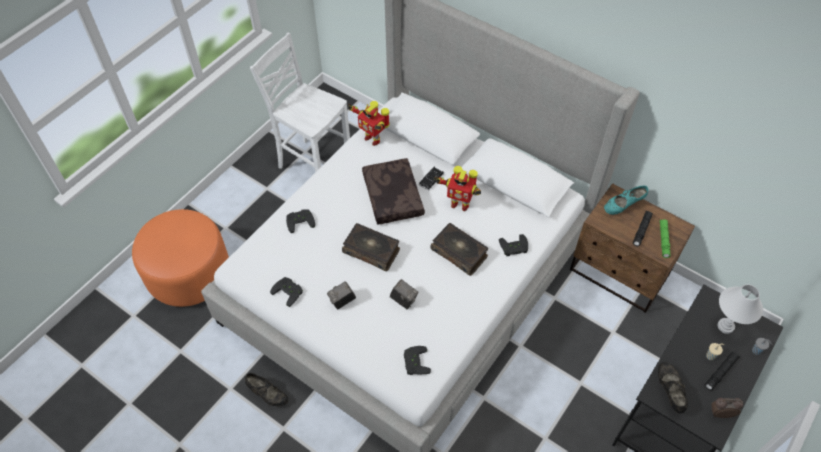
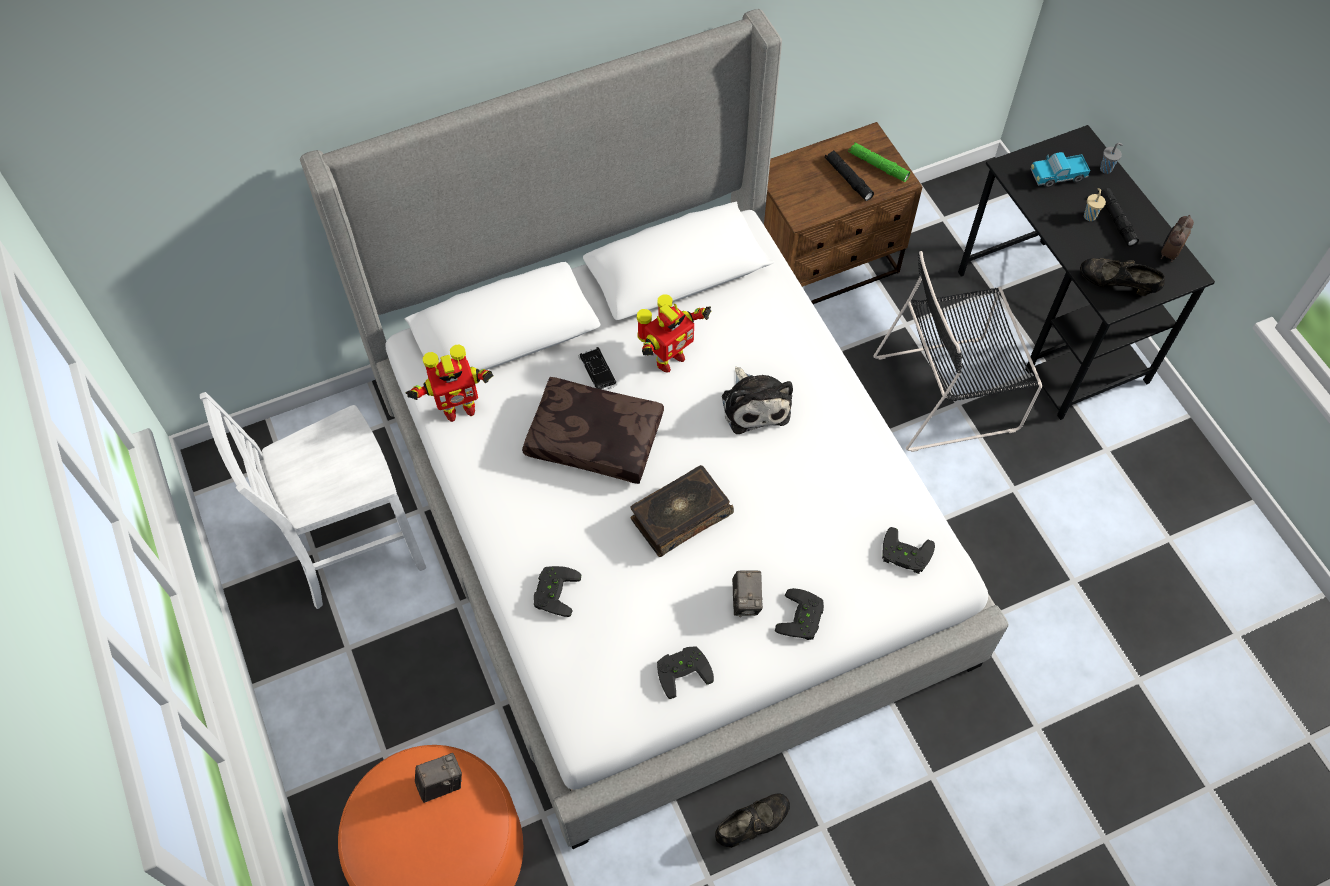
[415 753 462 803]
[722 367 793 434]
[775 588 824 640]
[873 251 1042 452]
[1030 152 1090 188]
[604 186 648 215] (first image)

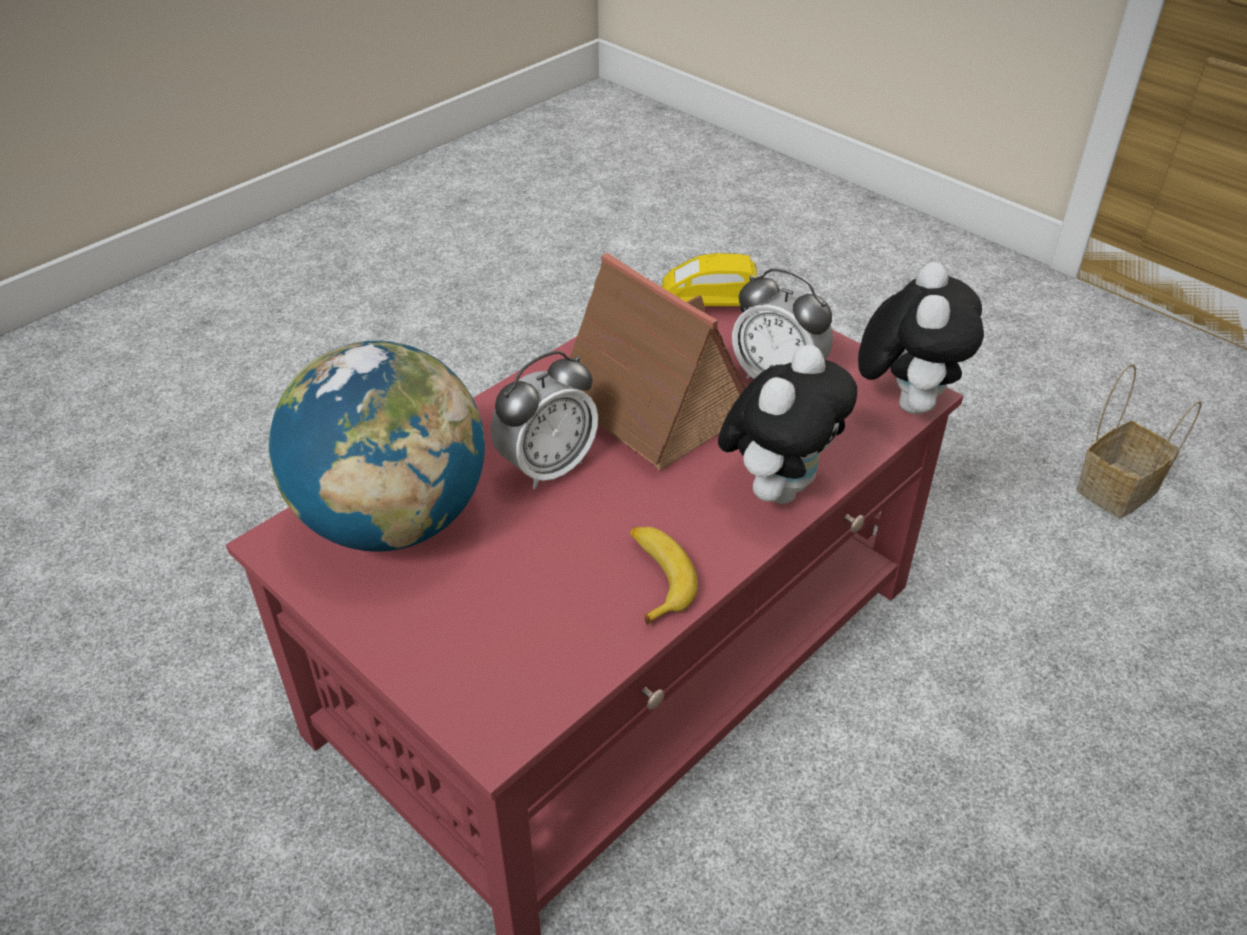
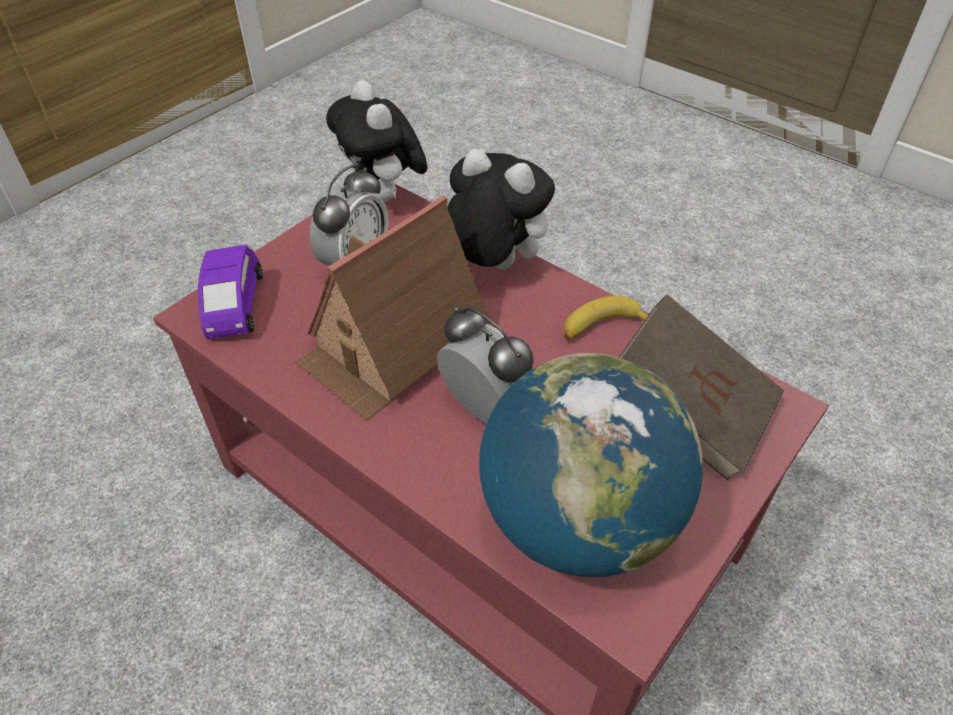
[198 245 263 339]
[326 80 428 203]
[619 295 784 481]
[1076 364 1202 518] (first image)

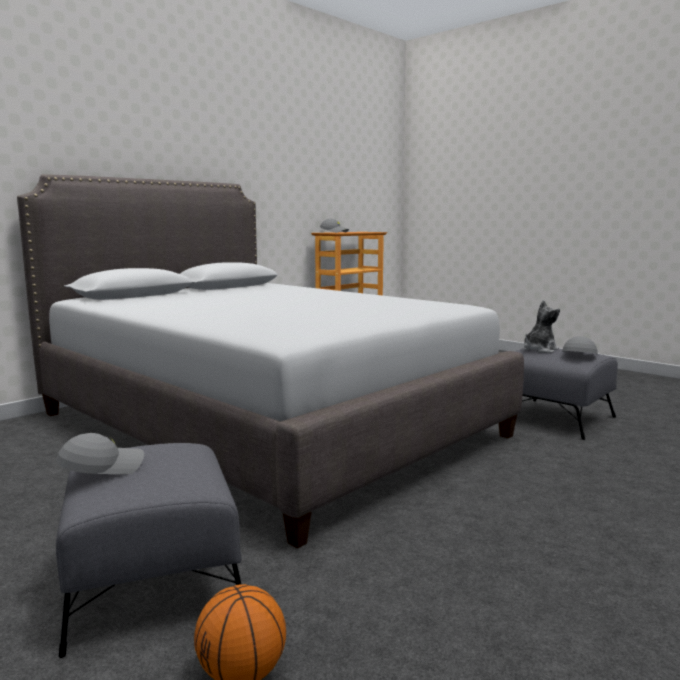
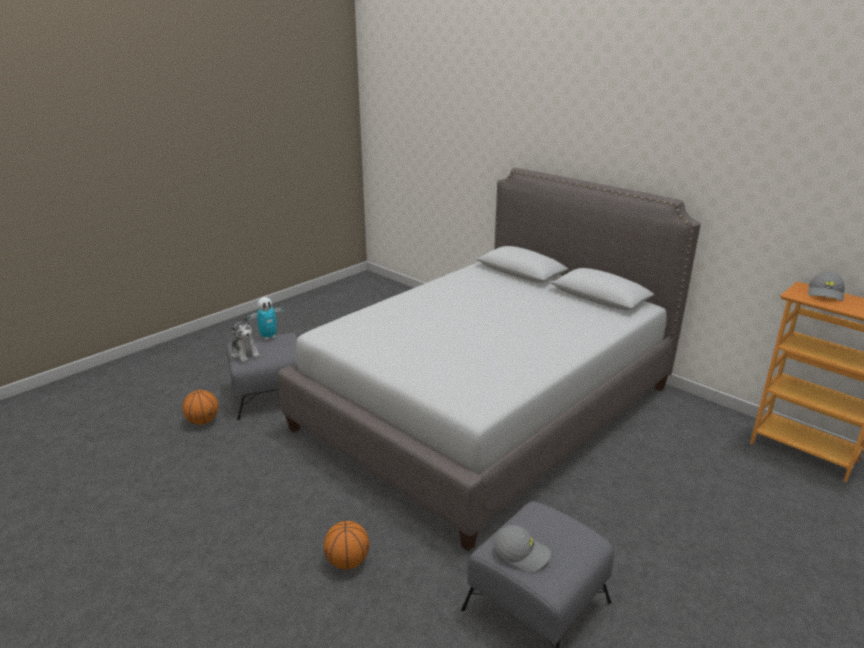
[229 317 260 362]
[248 297 284 340]
[324 521 369 569]

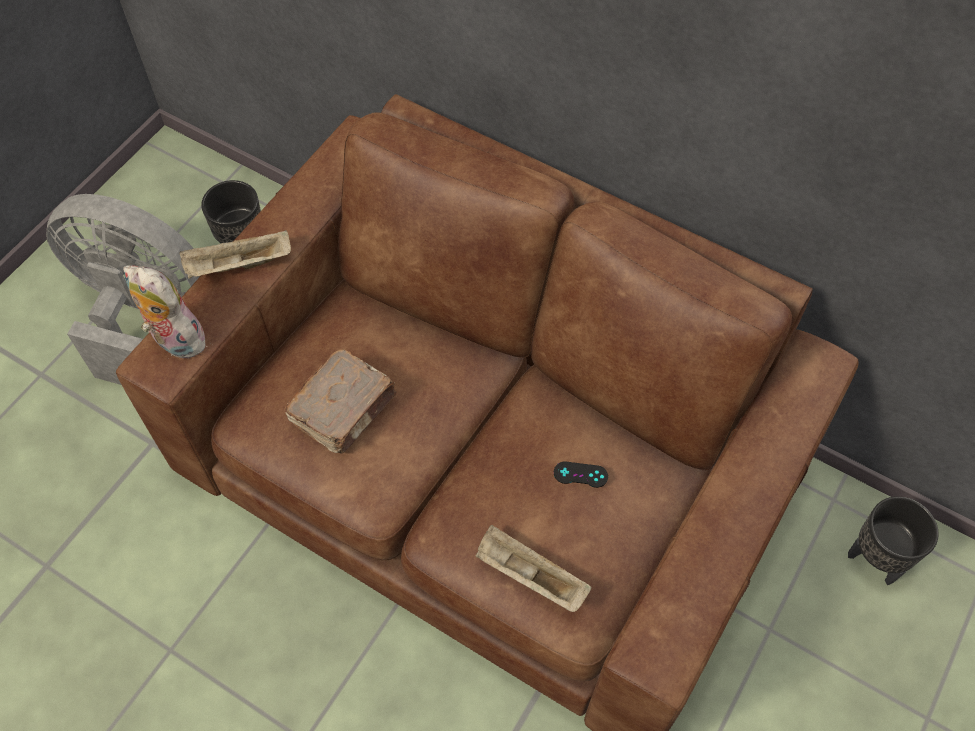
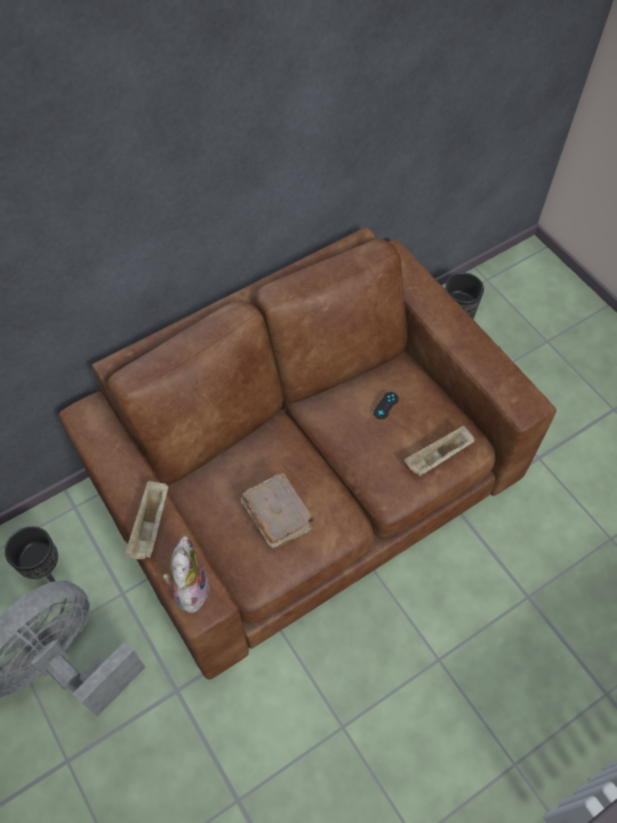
[163 535 209 613]

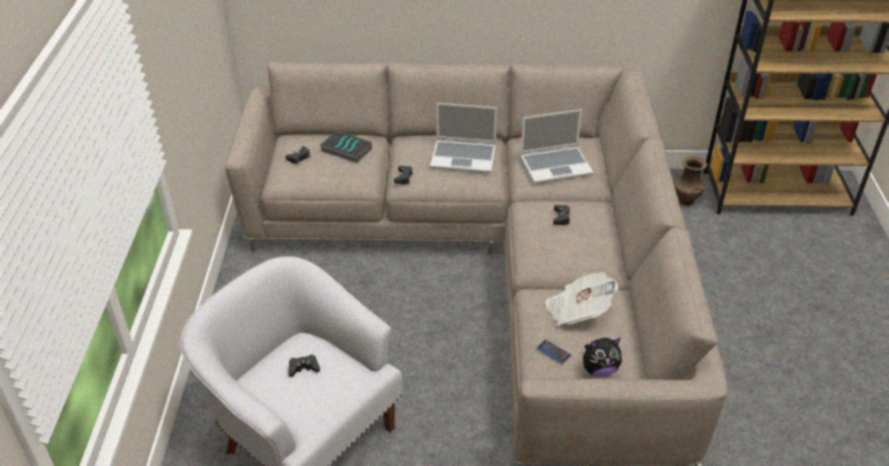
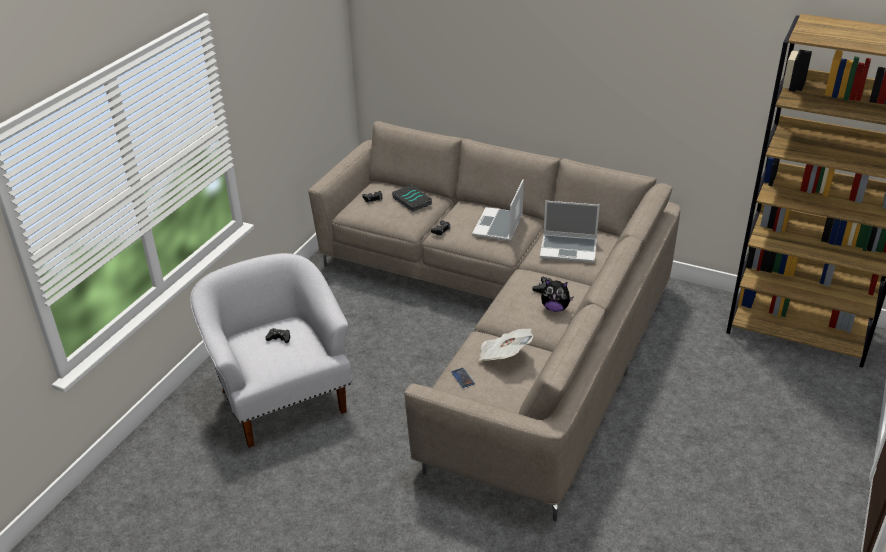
[472 180 524 241]
[541 279 574 312]
[673 156 707 206] (first image)

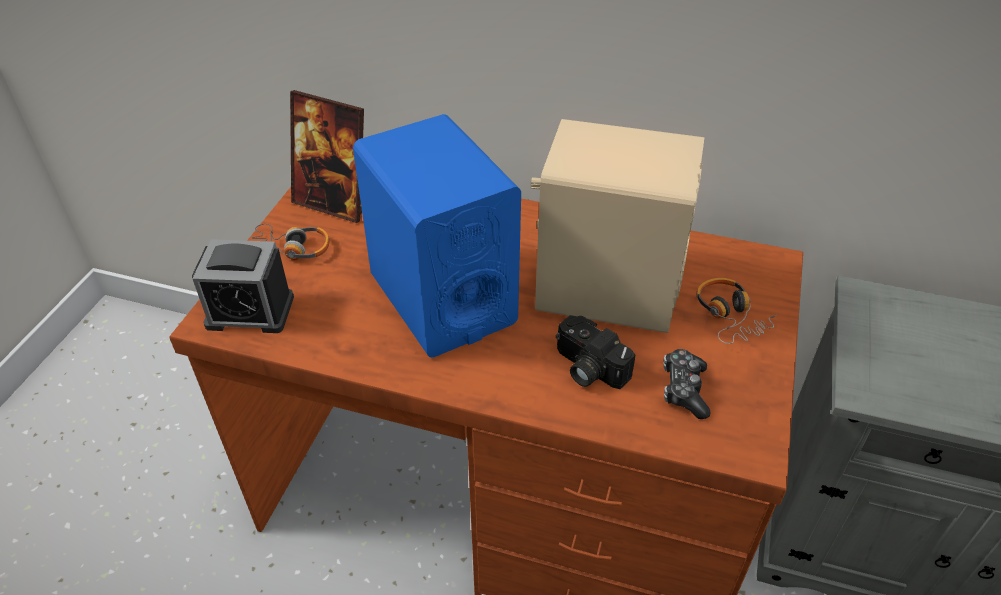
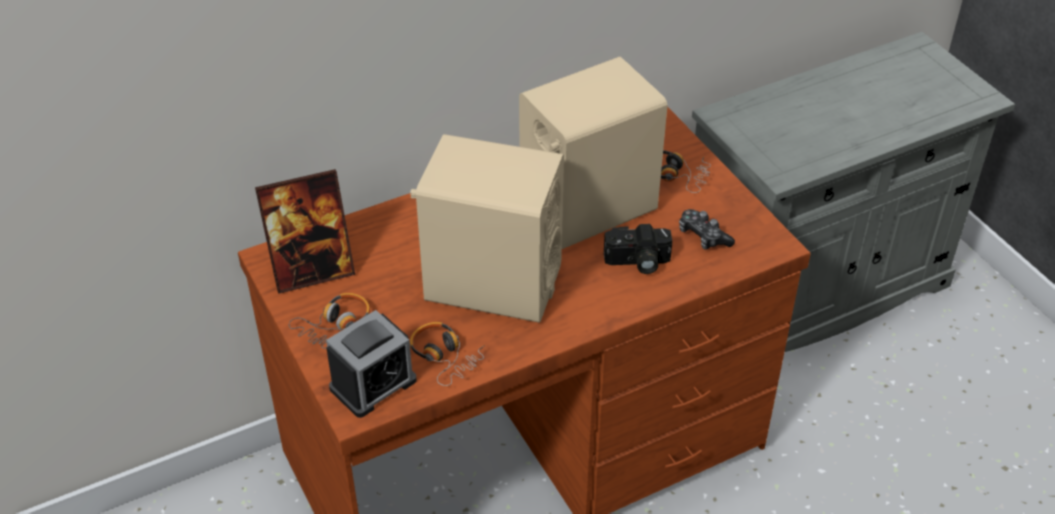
[410 134 564 323]
[410 322 485 386]

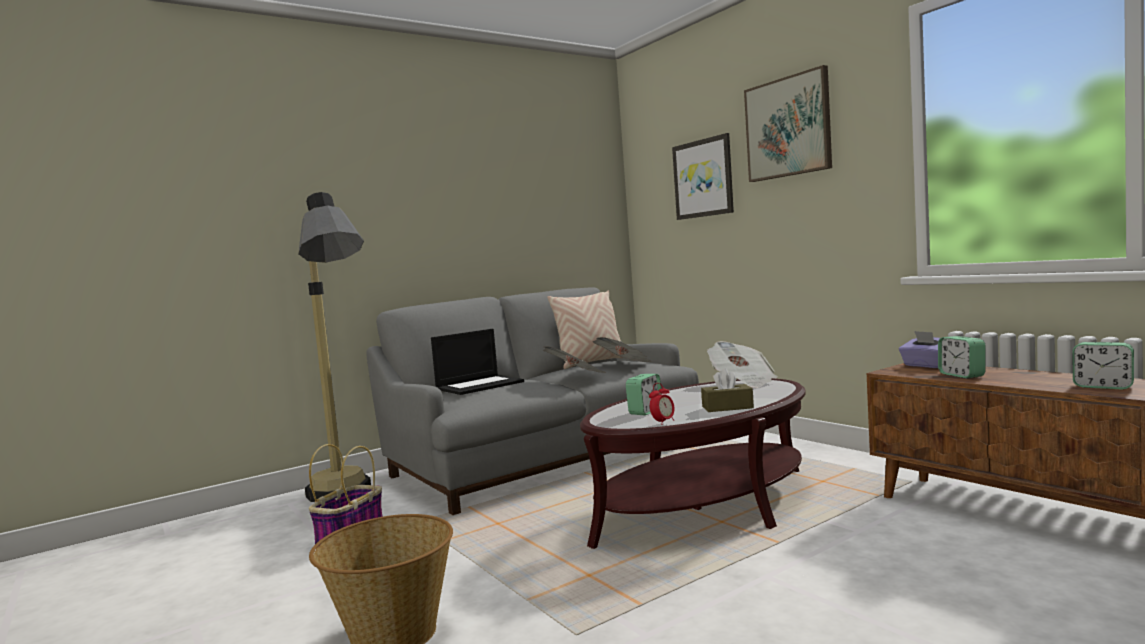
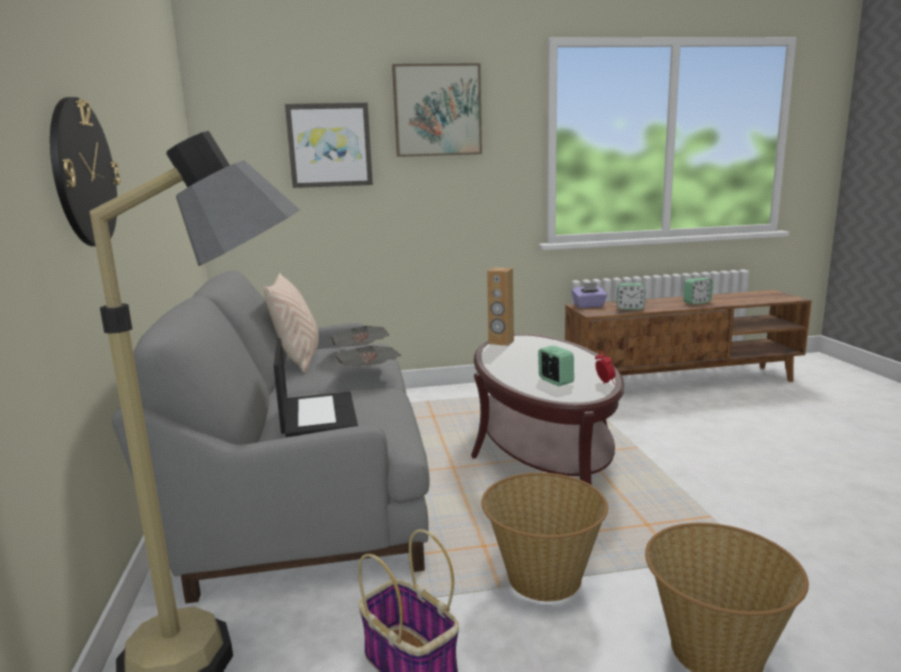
[50 97 120 247]
[481 472 608 602]
[487 268 514 346]
[701 368 754 412] (first image)

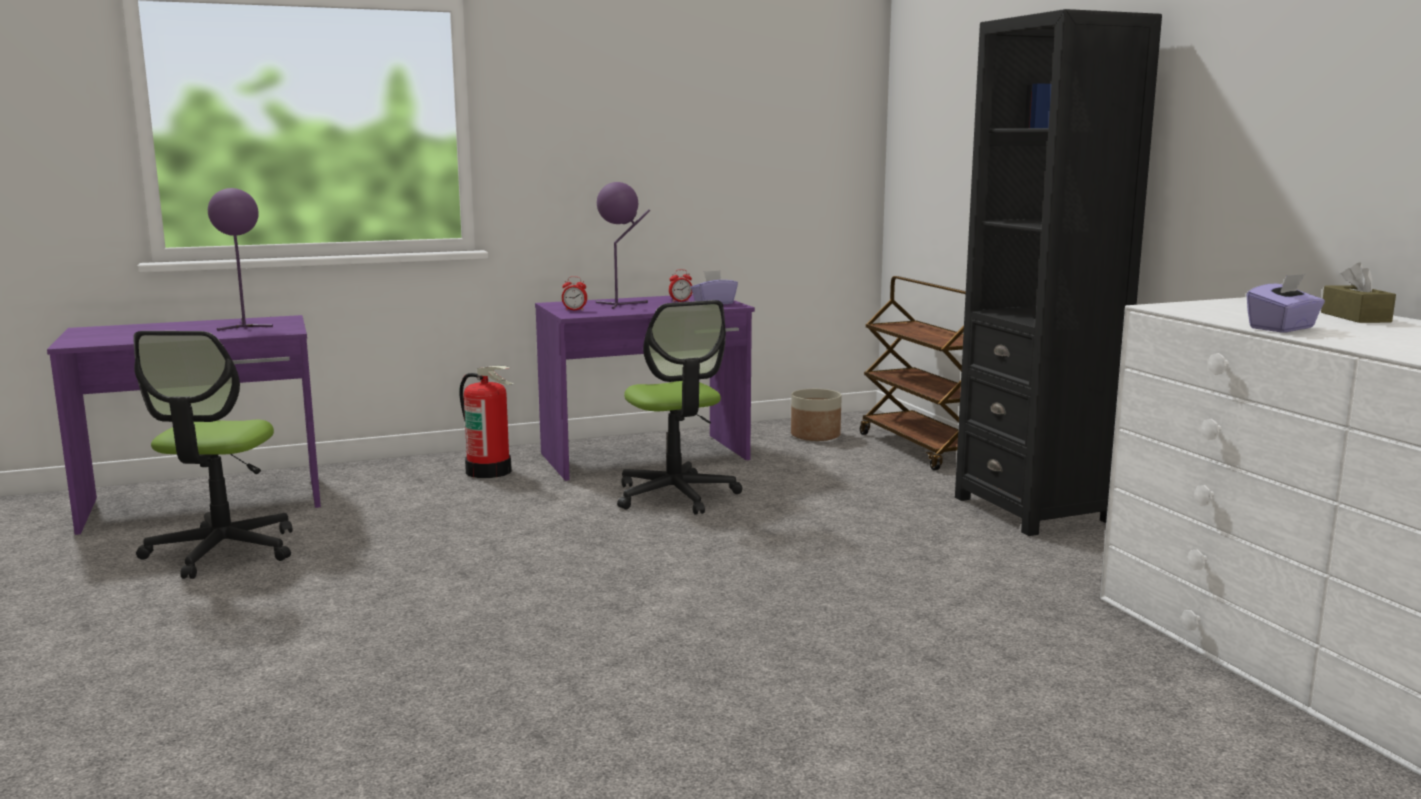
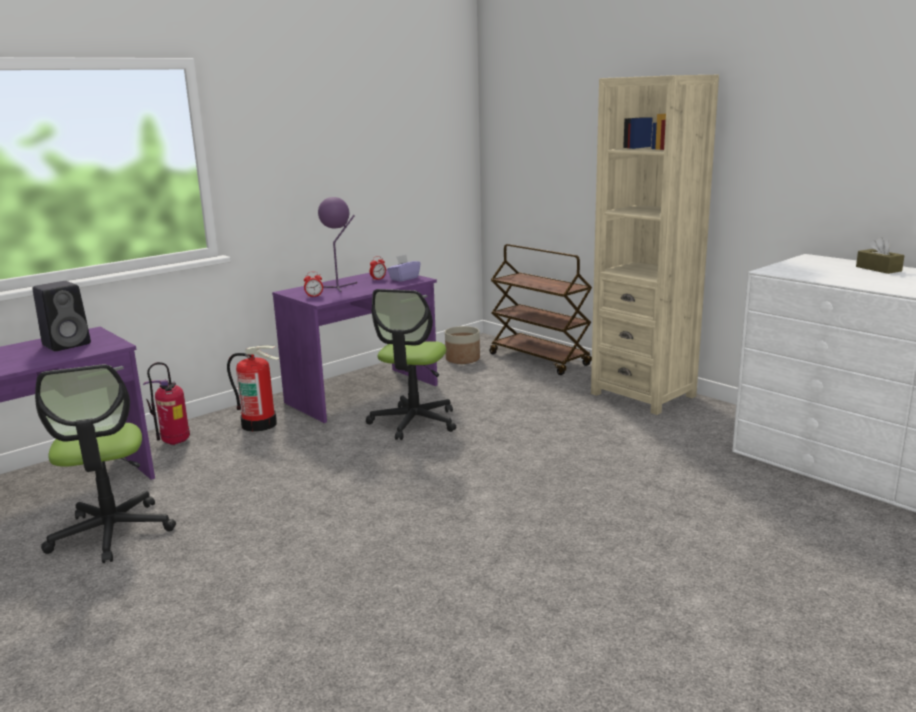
[32 281 91 351]
[143 362 190 445]
[366 289 456 440]
[591 75 719 415]
[1247 274 1325 333] (first image)

